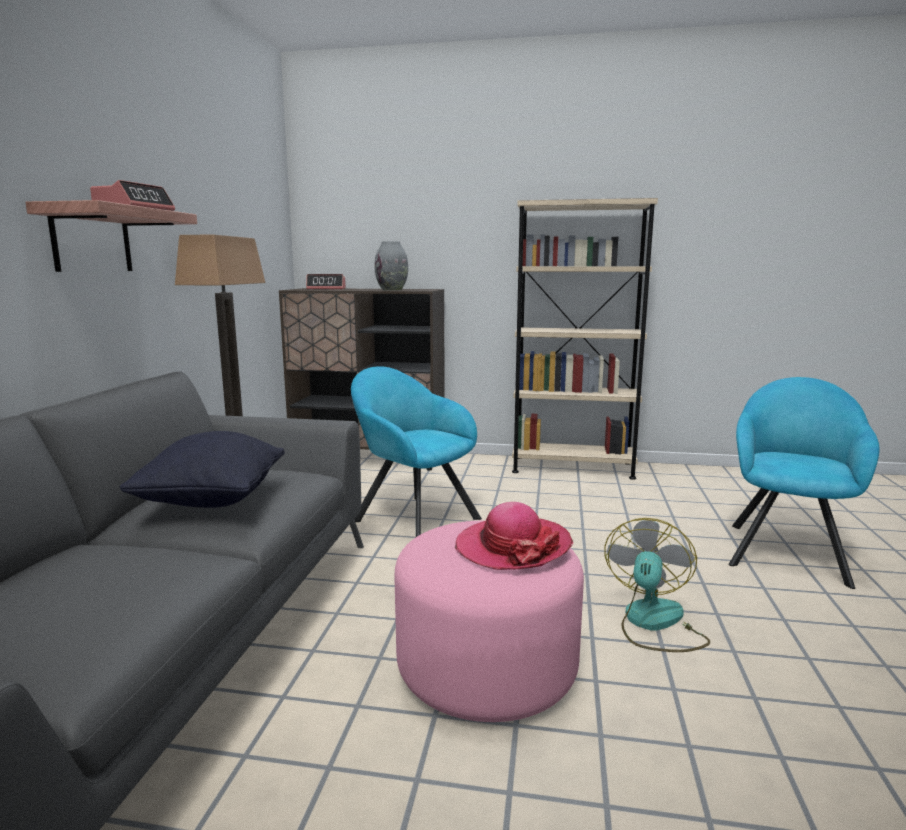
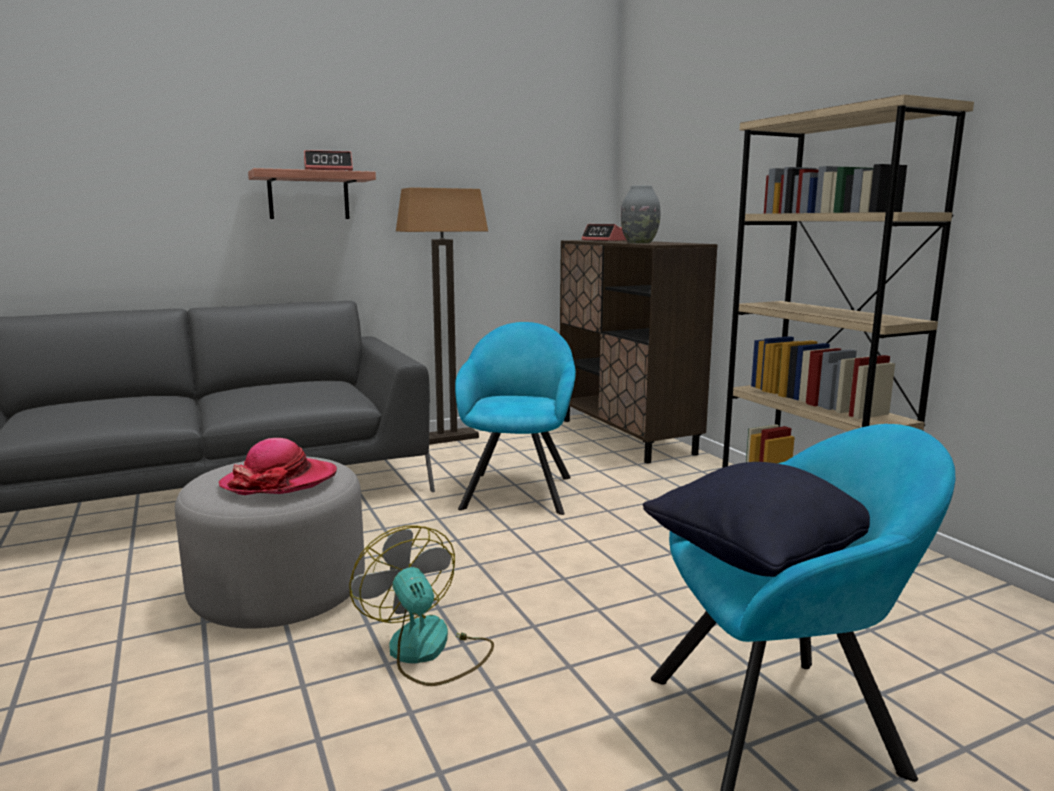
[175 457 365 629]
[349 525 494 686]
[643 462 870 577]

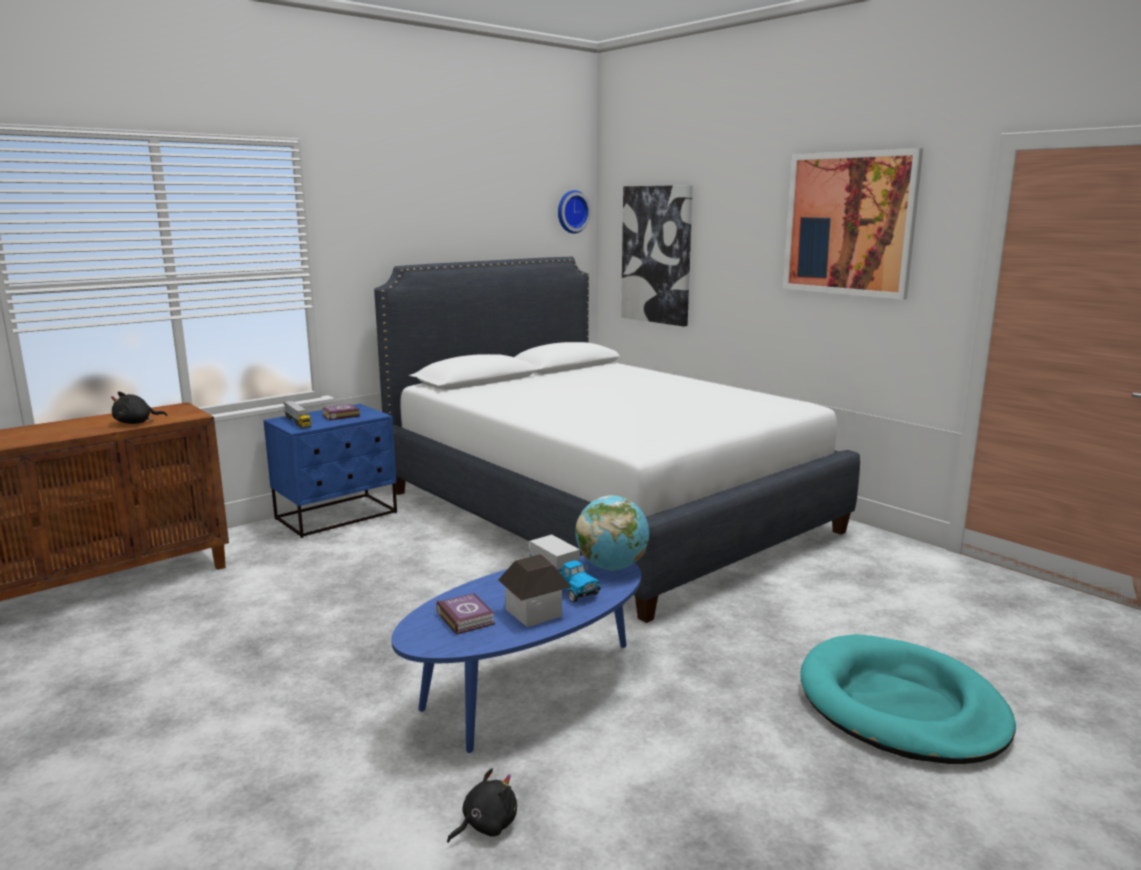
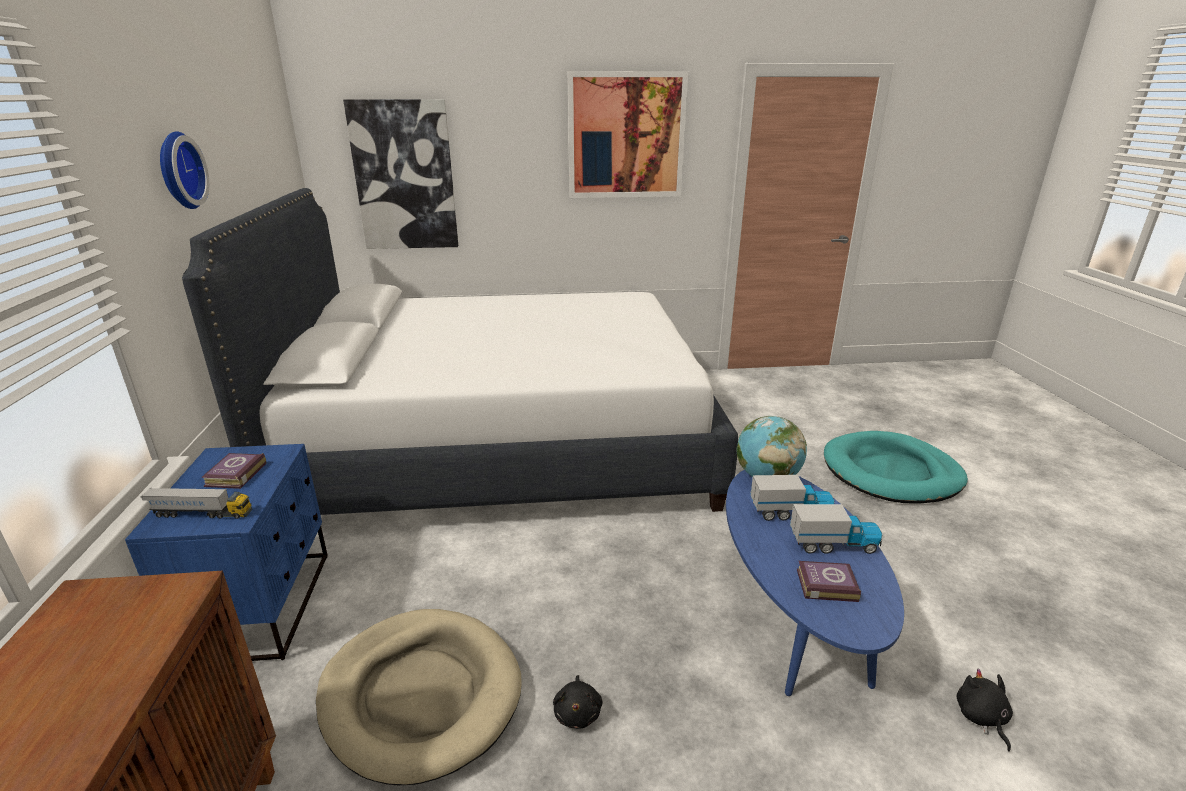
[160 131 209 209]
[316 609 522 785]
[553 675 602 729]
[790 504 882 554]

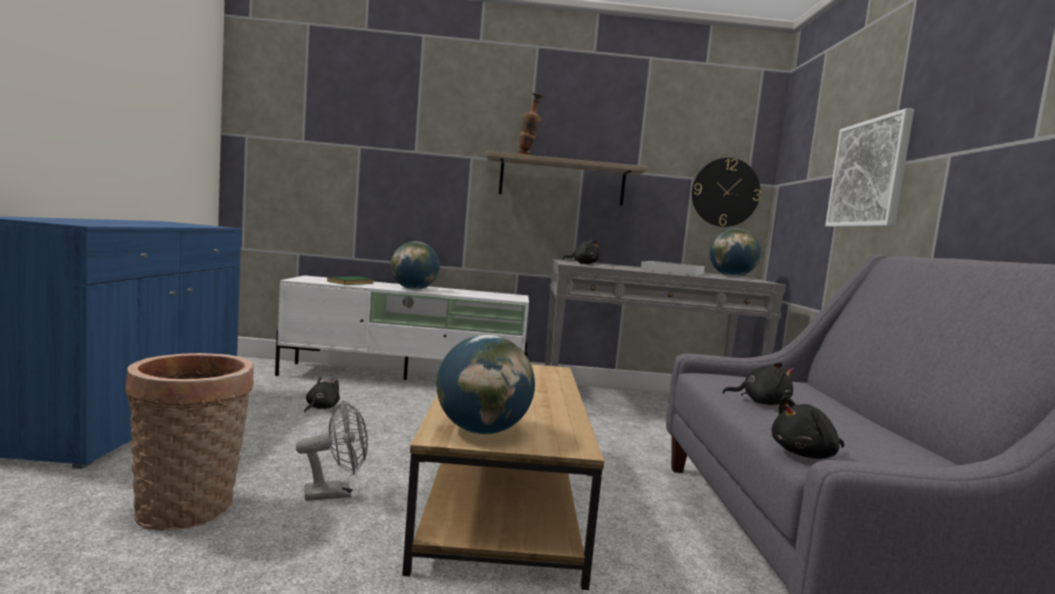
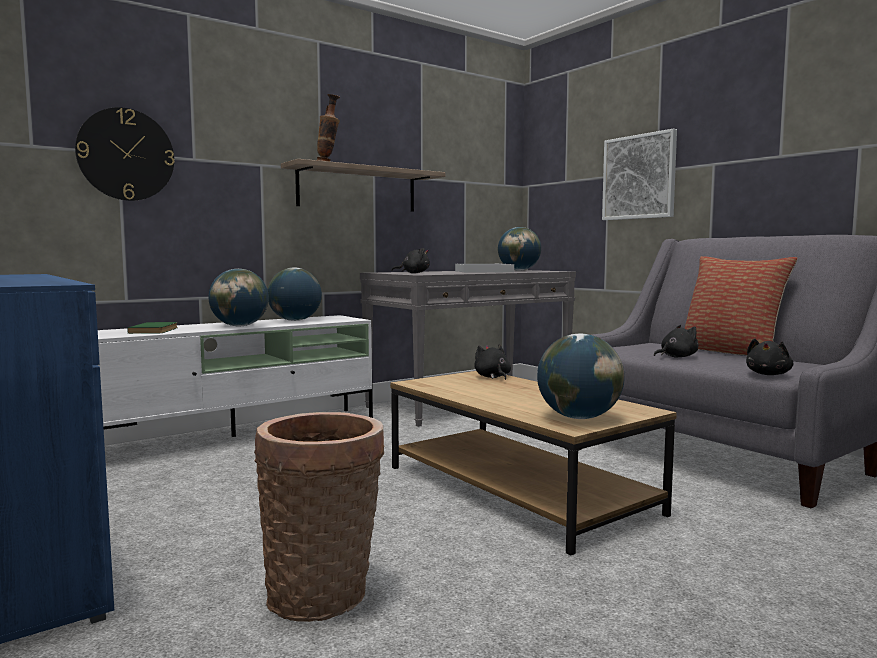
[75 107 174 201]
[268 267 322 321]
[474 344 511 380]
[684 256 798 355]
[296 400 368 501] (first image)

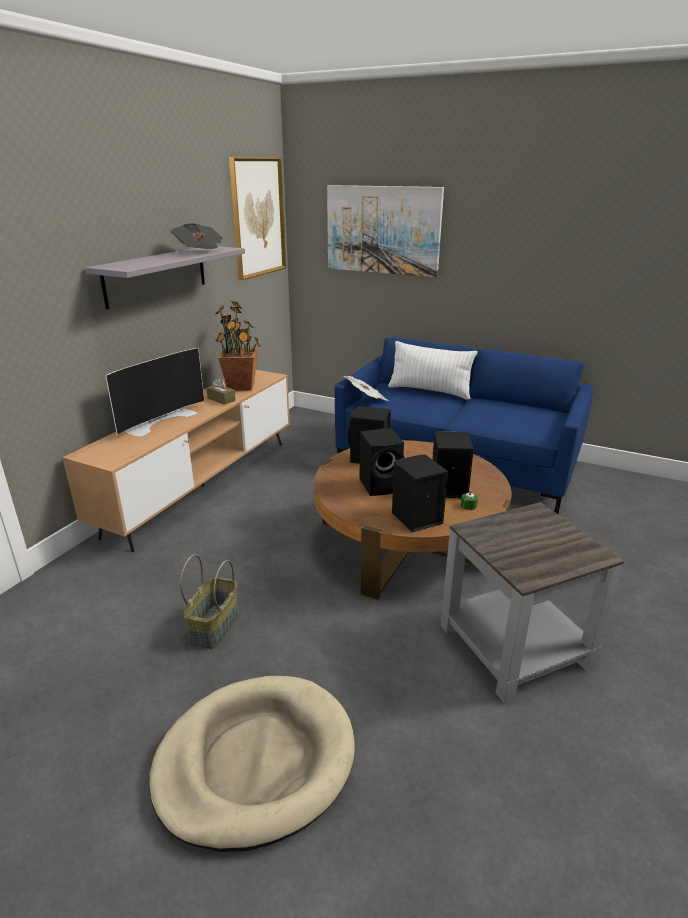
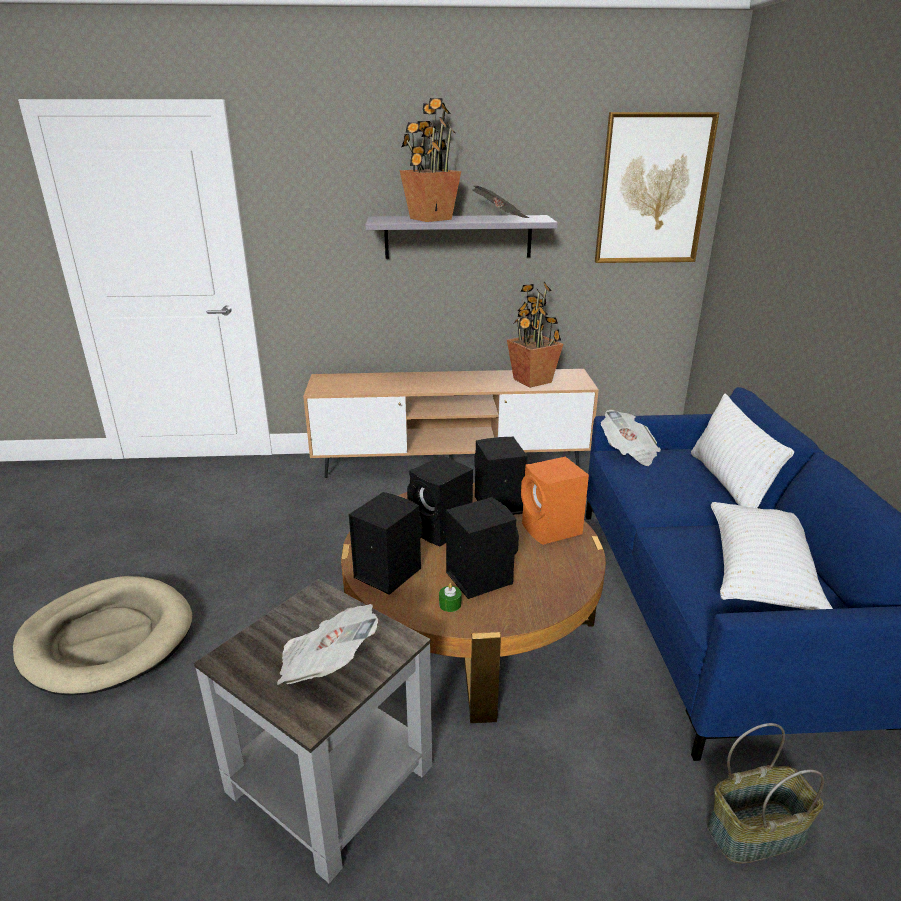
[277 604 378 685]
[400 98 461 222]
[521 456 589 545]
[707 723 824 863]
[711 502 833 610]
[105 348 205 436] (first image)
[206 378 236 405] (first image)
[327 185 444 277] (first image)

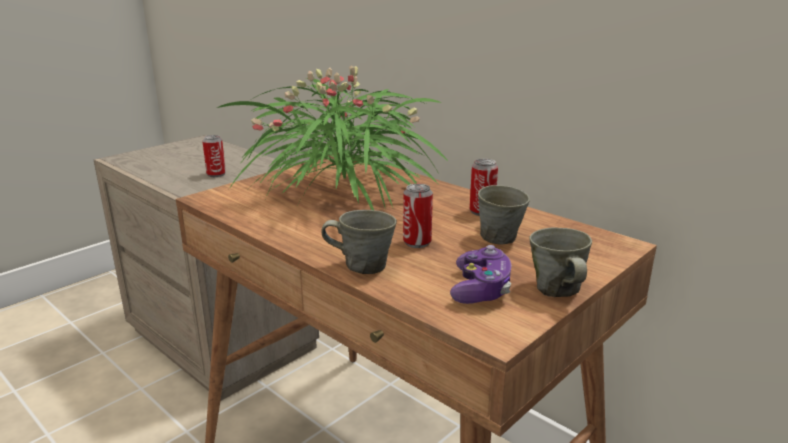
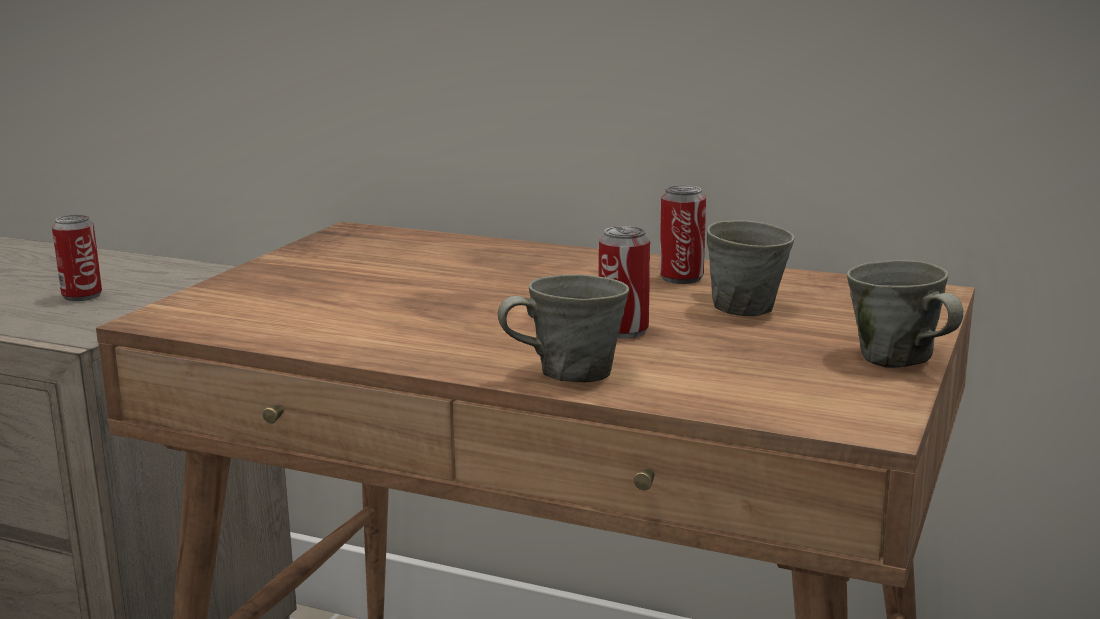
[217 65 449 210] (first image)
[450 245 512 304] (first image)

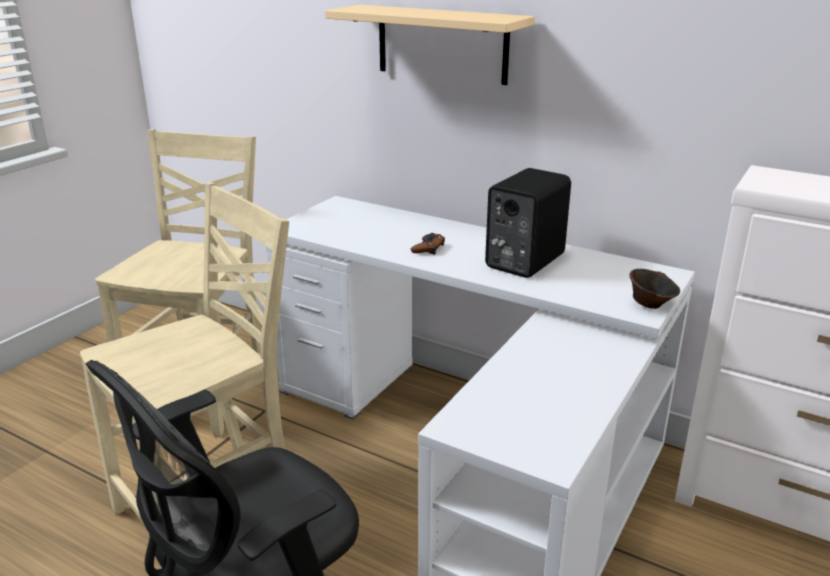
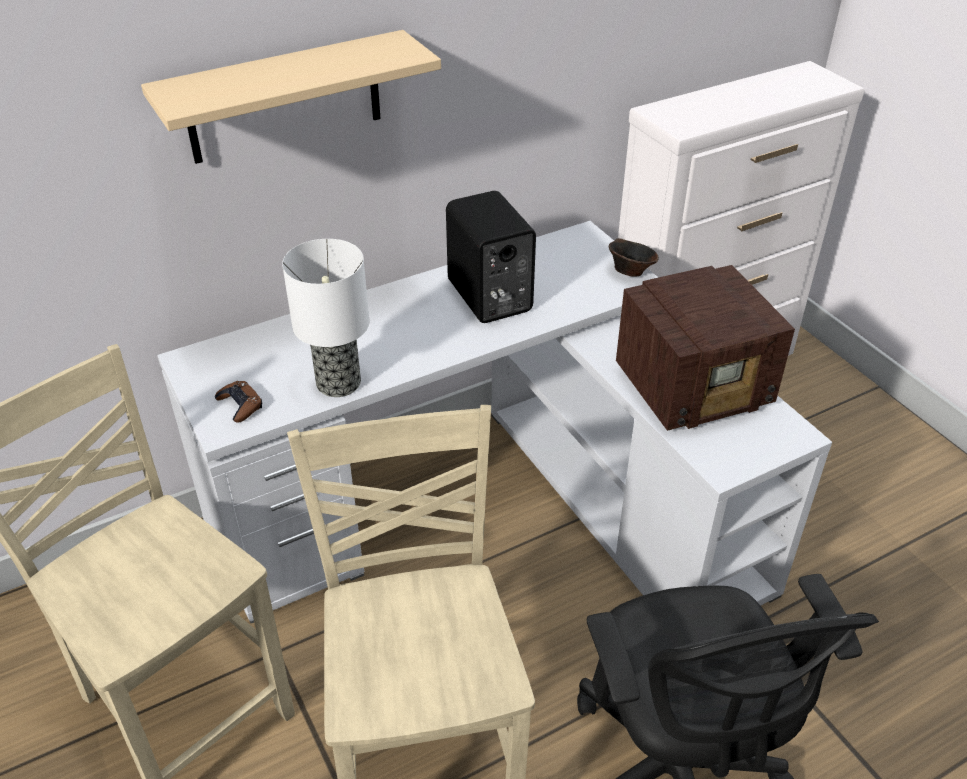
[215 381 262 423]
[282 239 369 397]
[616 265 795 431]

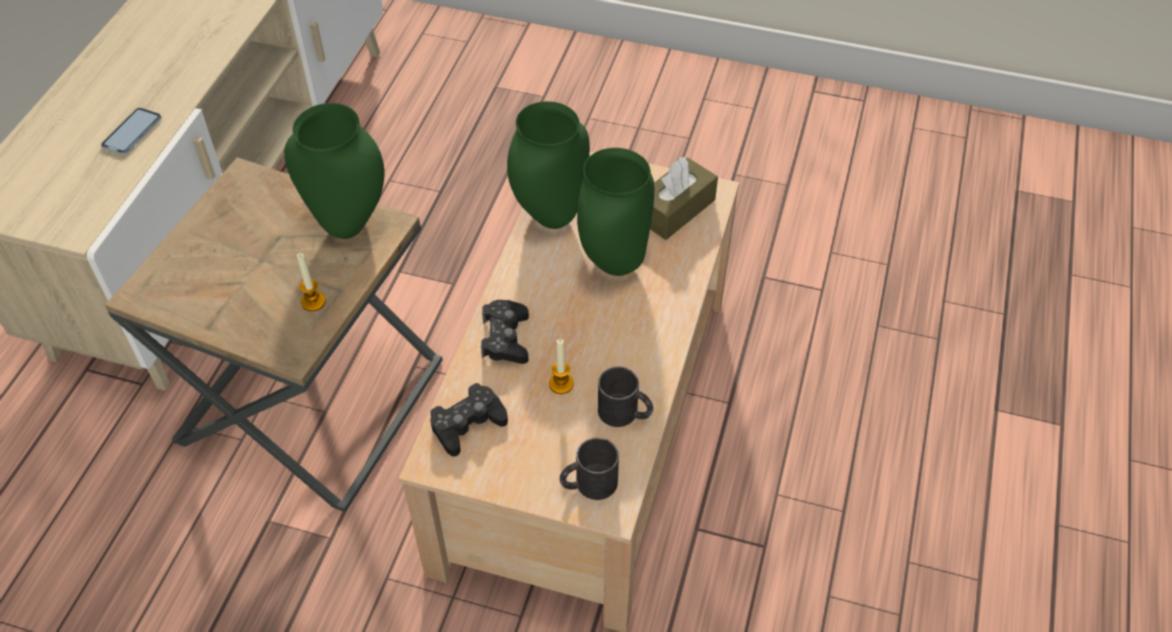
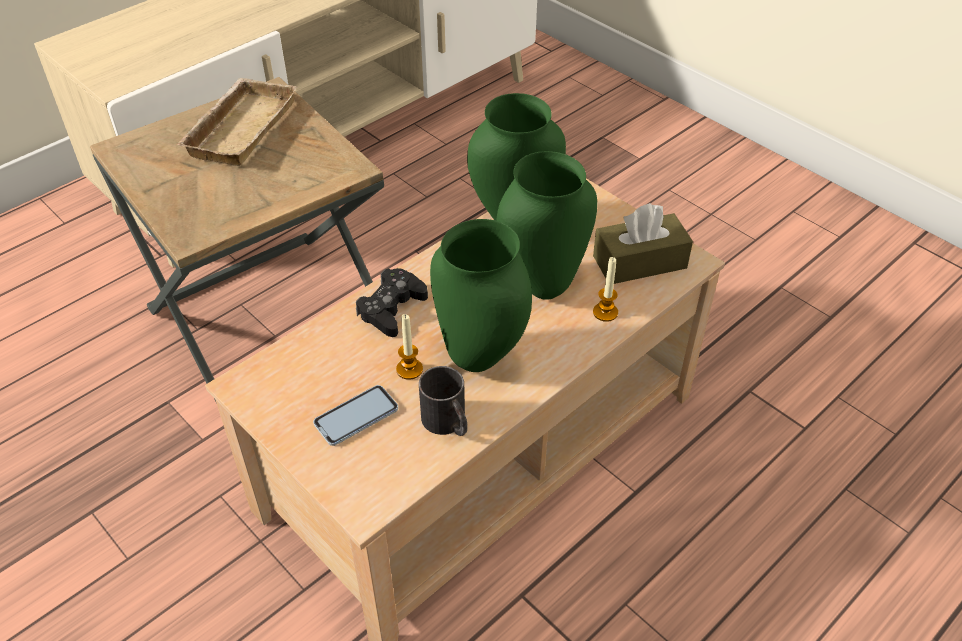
[176 78 297 166]
[313 385 398 446]
[430 219 532 372]
[593 257 618 322]
[430 383 508 456] (first image)
[560 438 619 500] (first image)

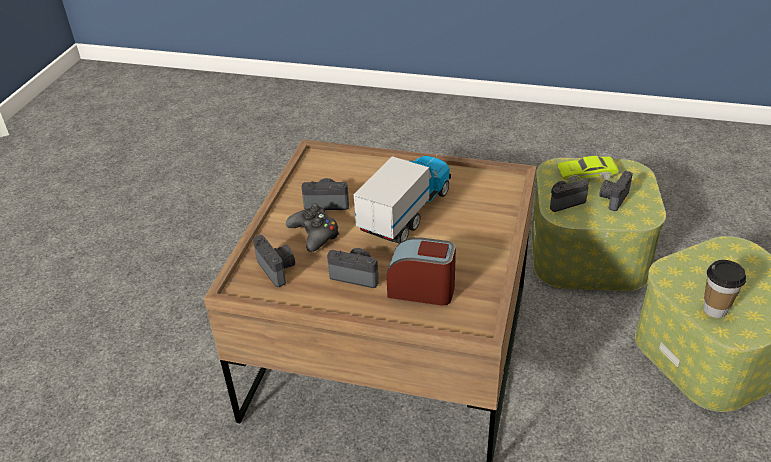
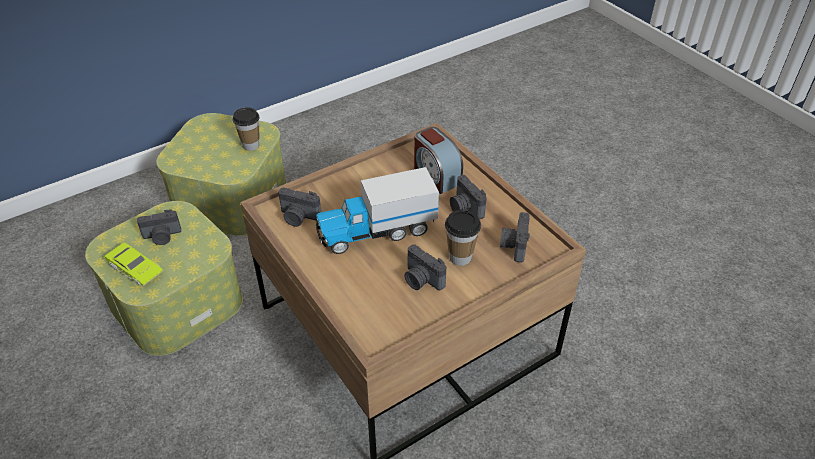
[278 187 321 227]
[445 209 481 266]

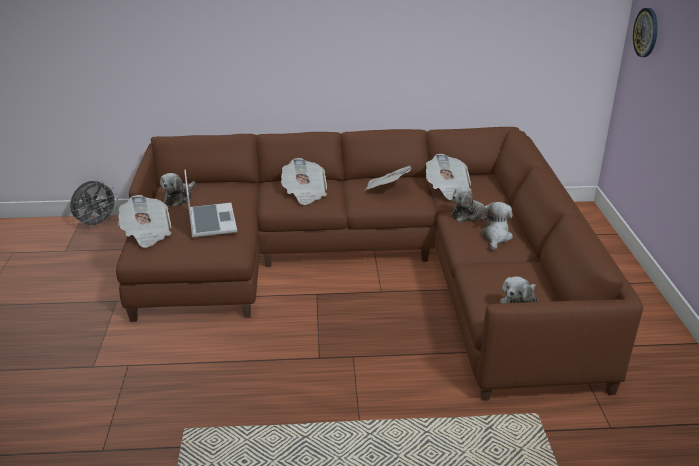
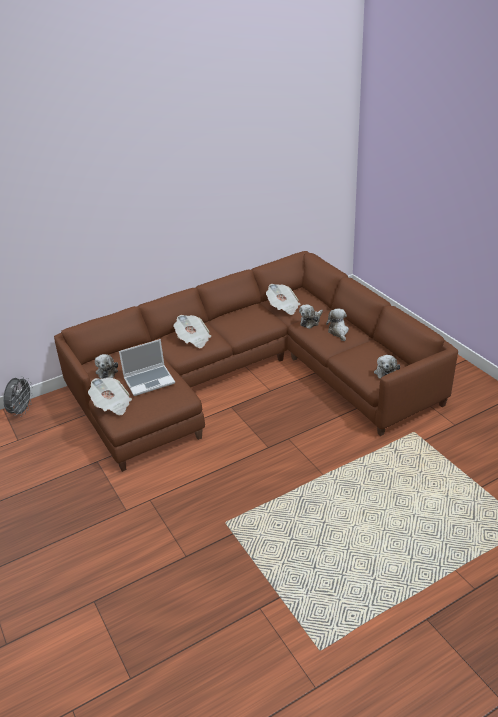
[119 339 175 396]
[365 165 412 190] (first image)
[633 8 658 57] (first image)

